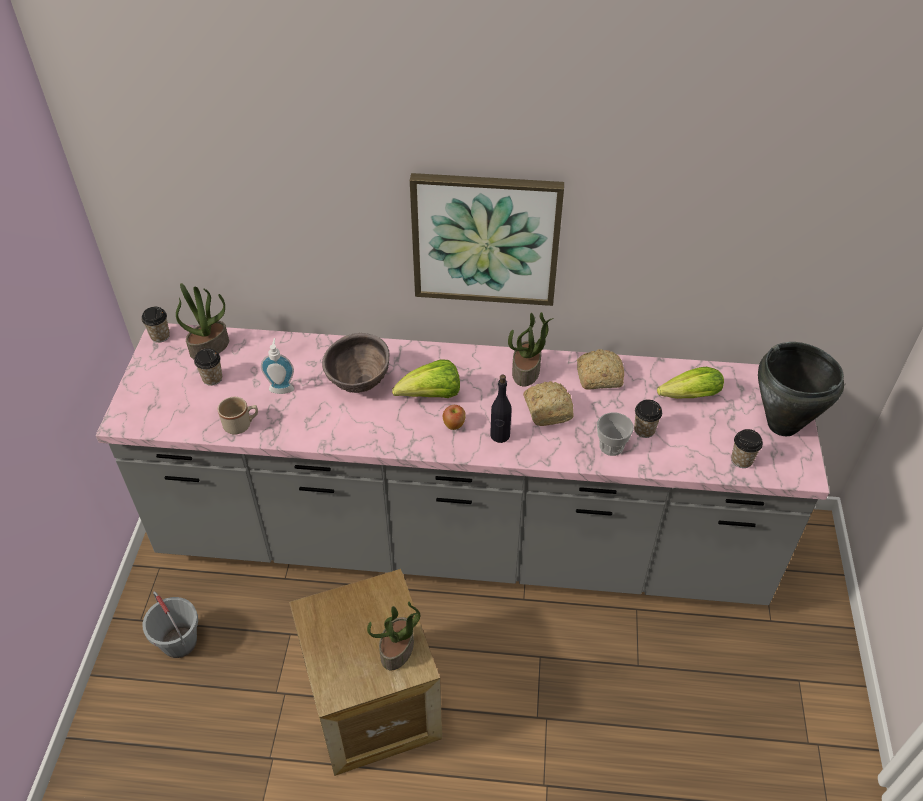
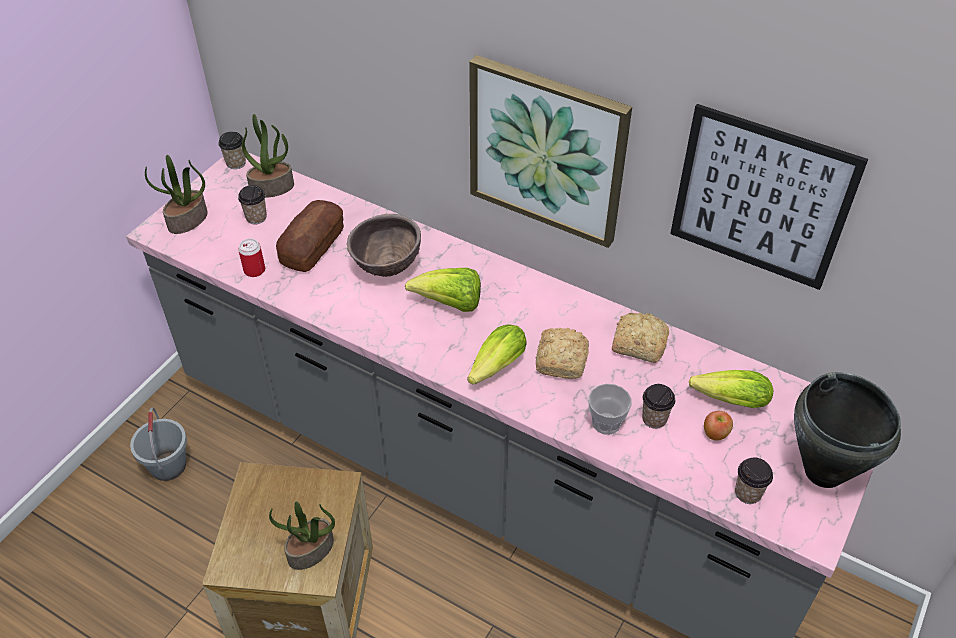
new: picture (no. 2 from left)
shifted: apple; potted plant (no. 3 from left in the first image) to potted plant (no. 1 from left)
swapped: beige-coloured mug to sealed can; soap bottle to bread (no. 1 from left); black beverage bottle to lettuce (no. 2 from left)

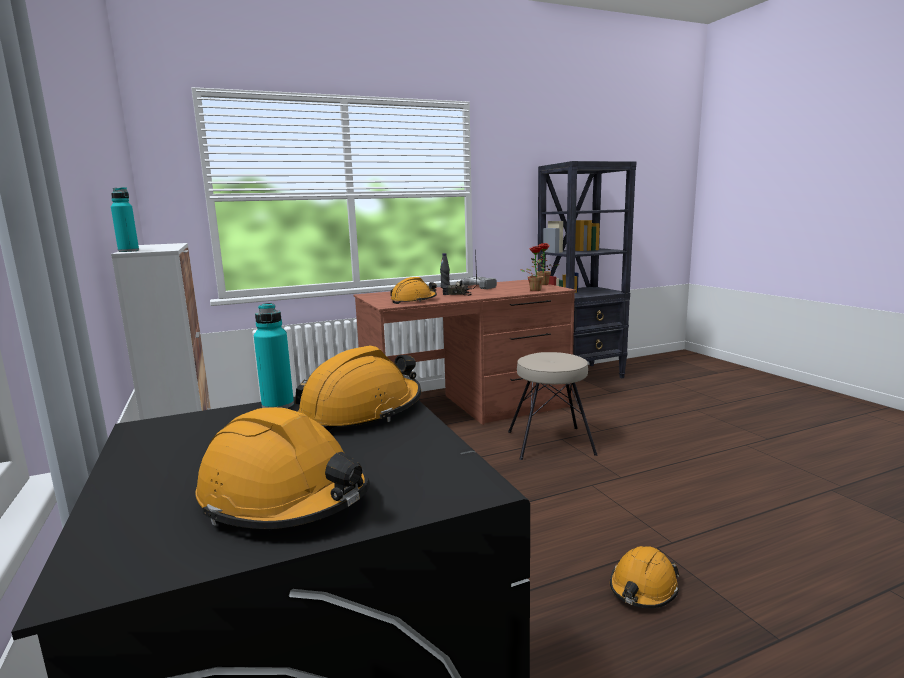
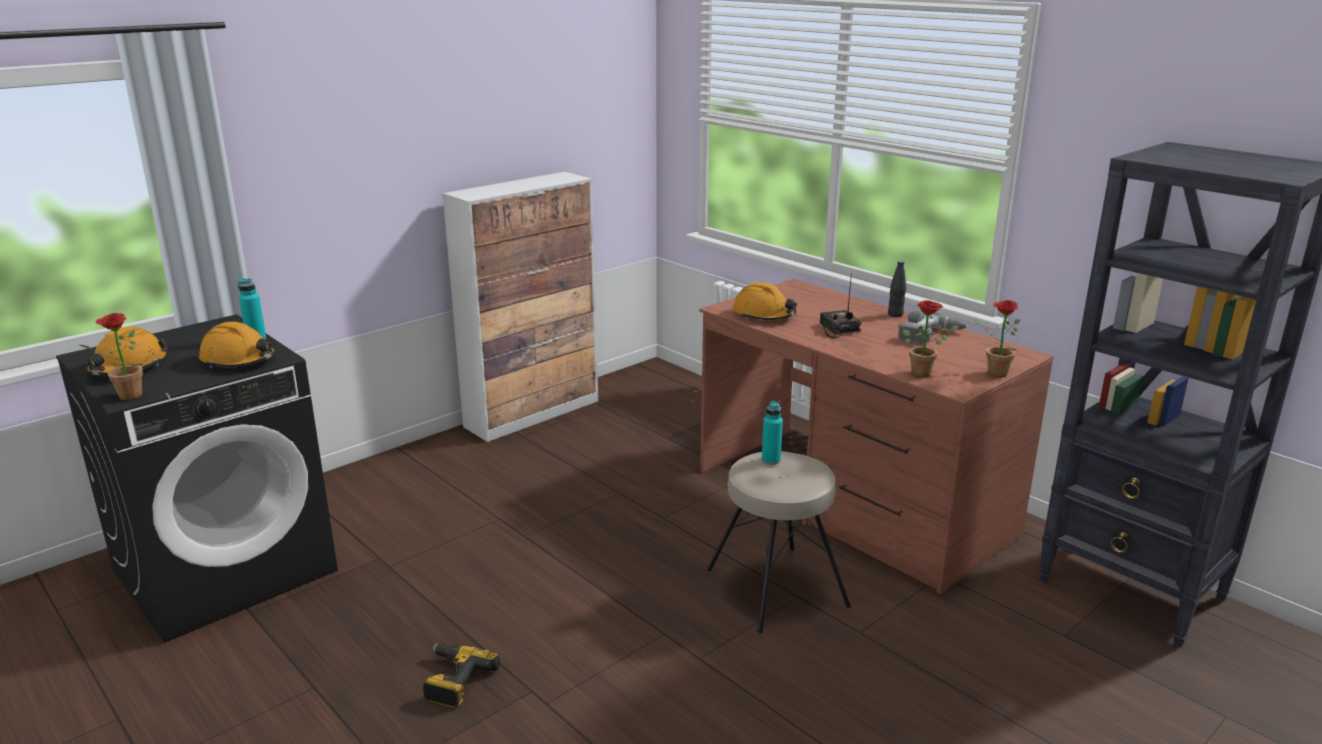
new: potted plant (no. 1 from left)
shifted: turquoise beverage bottle (no. 1 from left in the first image) to turquoise beverage bottle (no. 2 from left)
swapped: orangey safety helmet (no. 4 from left) to electric drill (no. 1 from left)

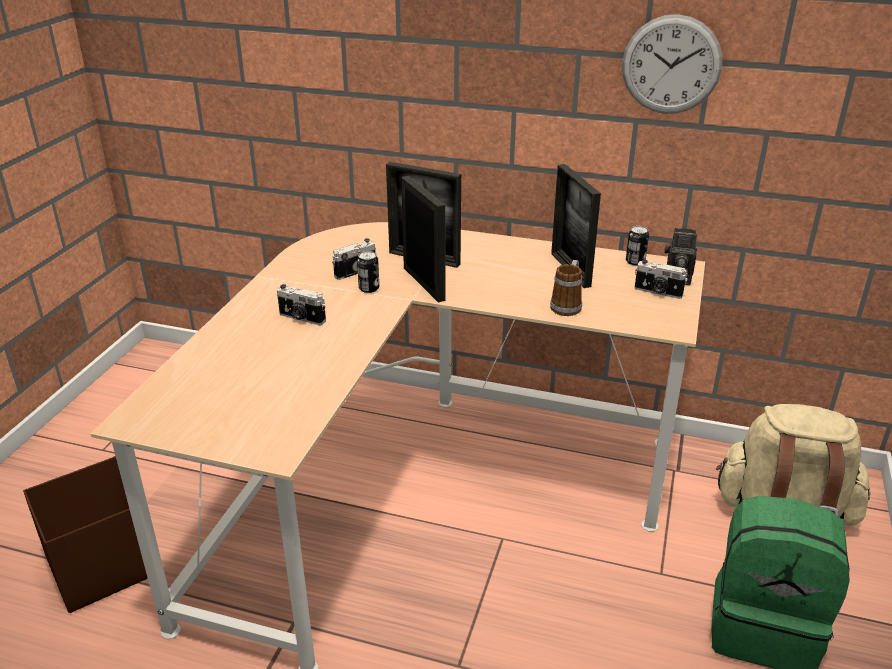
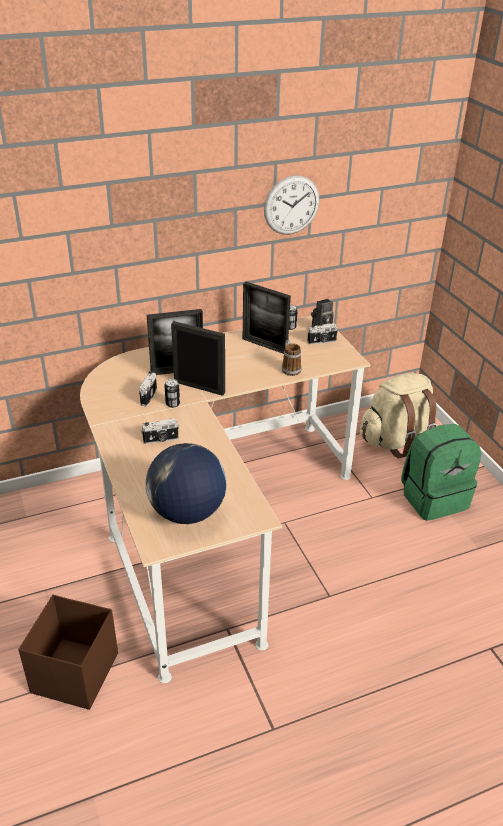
new: desk globe

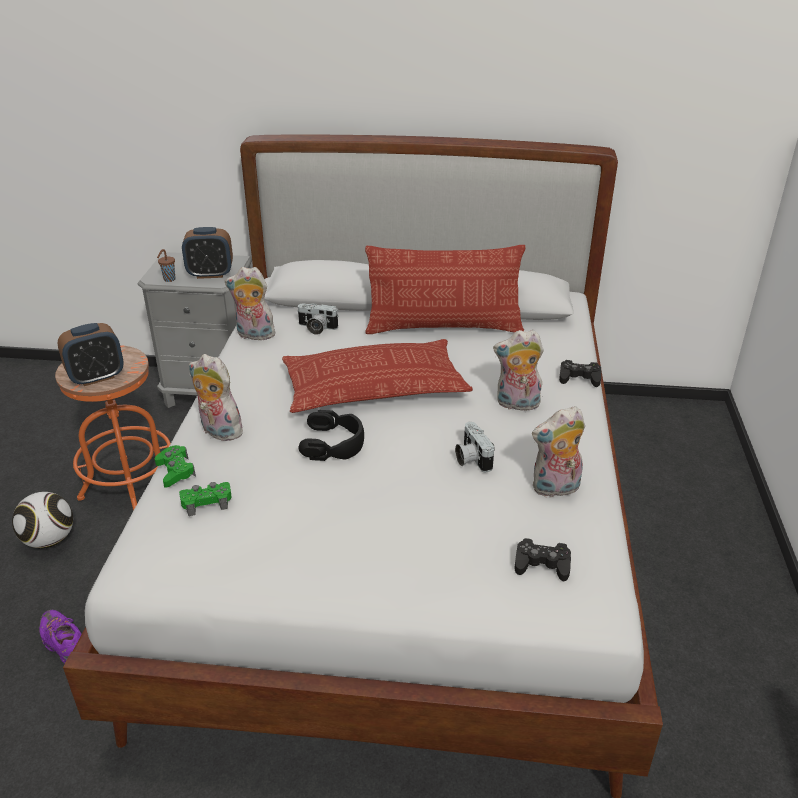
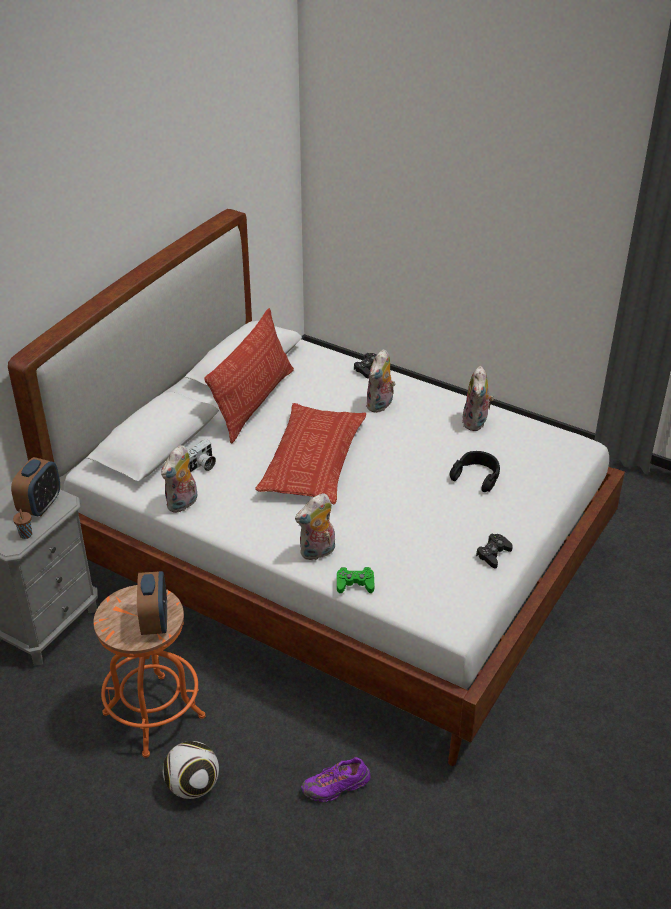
gone: greenish gamepad (no. 2 from left); still camera (no. 2 from left)
shifted: black headset; black gamepad (no. 1 from left in the first image) to black gamepad (no. 2 from left)

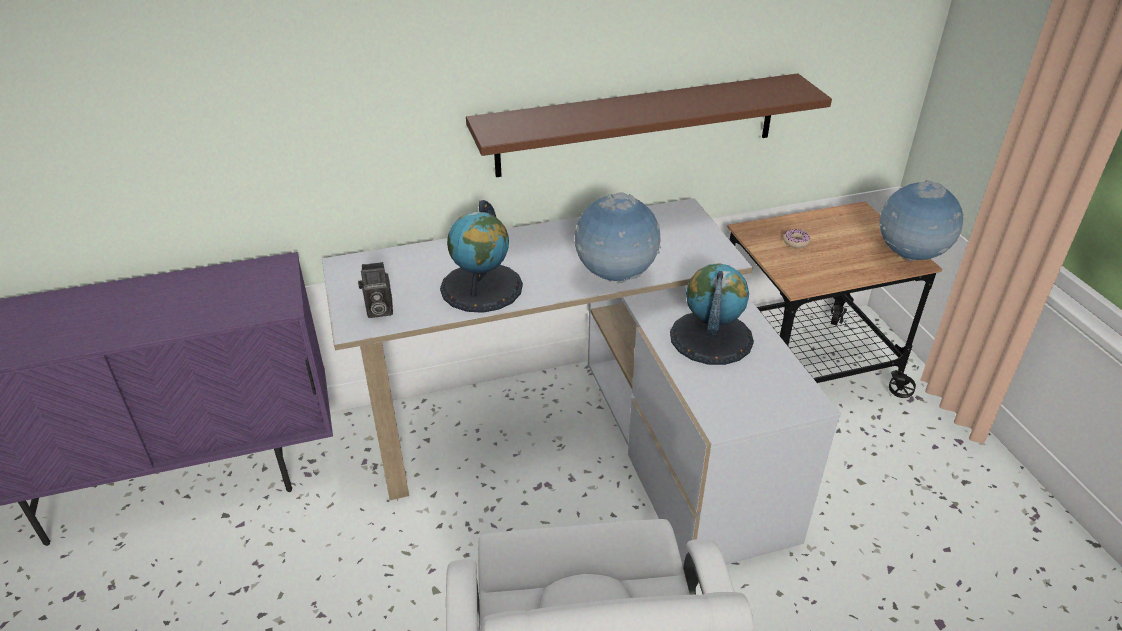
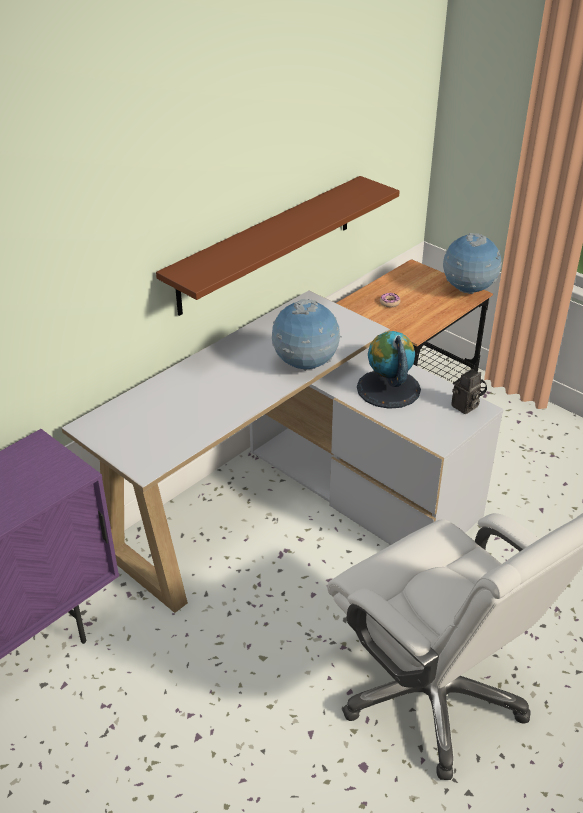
gone: desk globe (no. 1 from left)
shifted: still camera

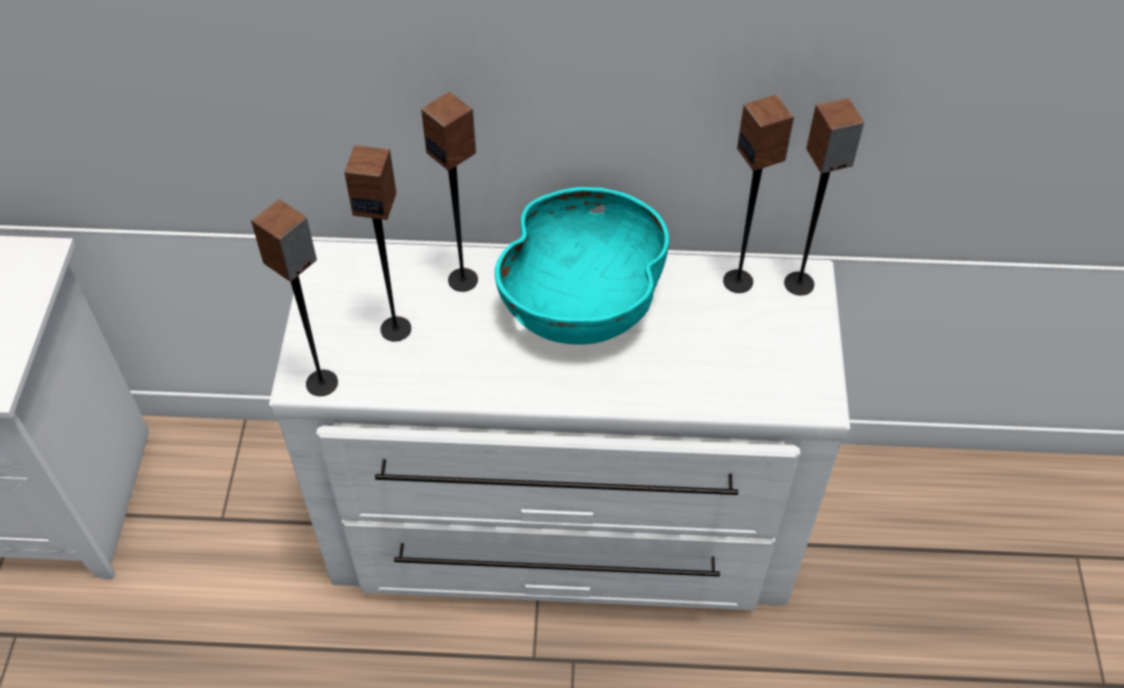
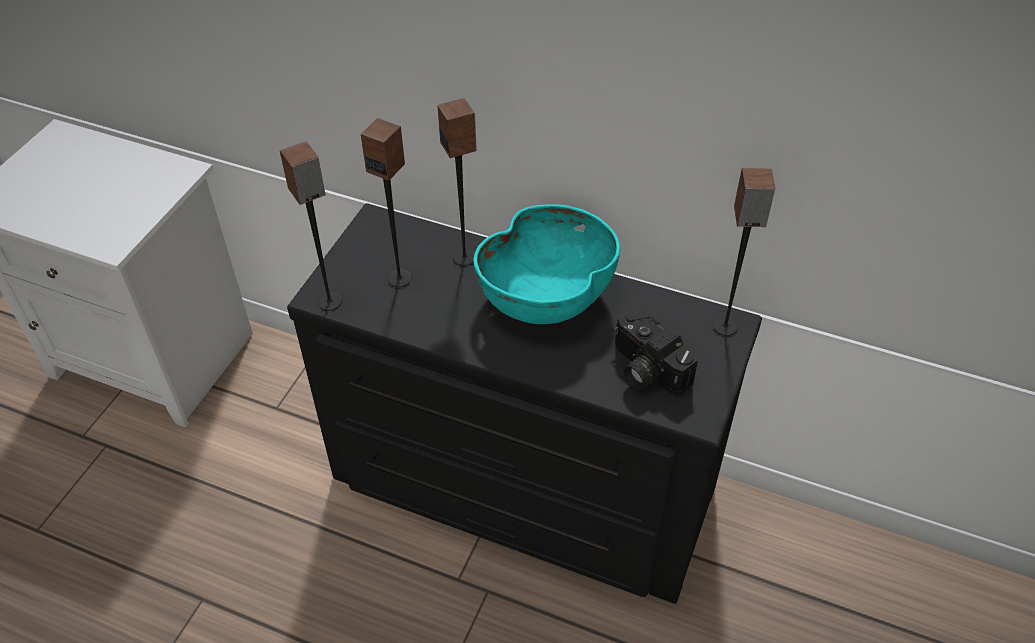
gone: loudspeaker (no. 4 from left)
new: still camera
repainted: white chest of drawers to black chest of drawers

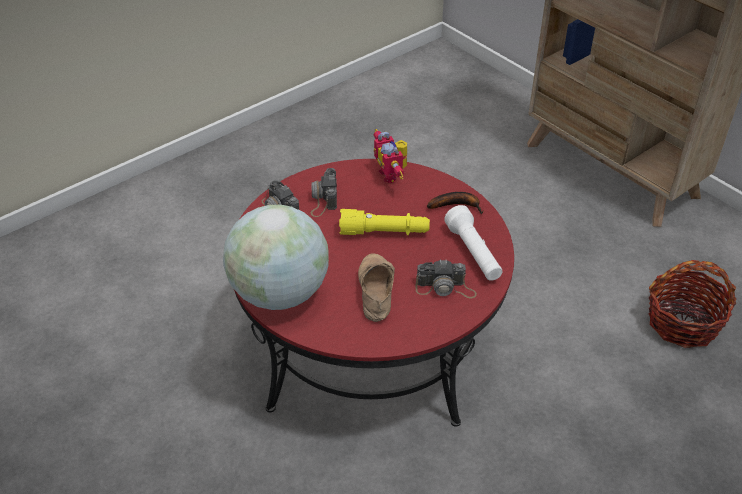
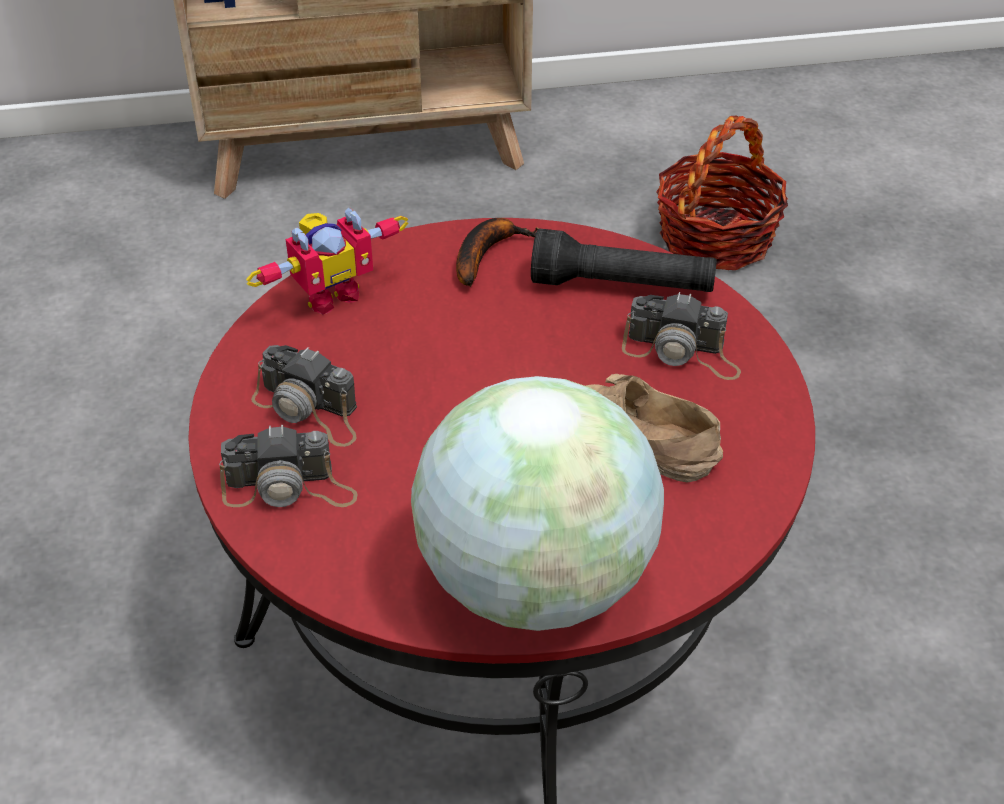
gone: yellowish flashlight
repainted: white flashlight to black flashlight
rotated: robot figure 45 degrees counterclockwise; still camera (no. 3 from left) 75 degrees clockwise

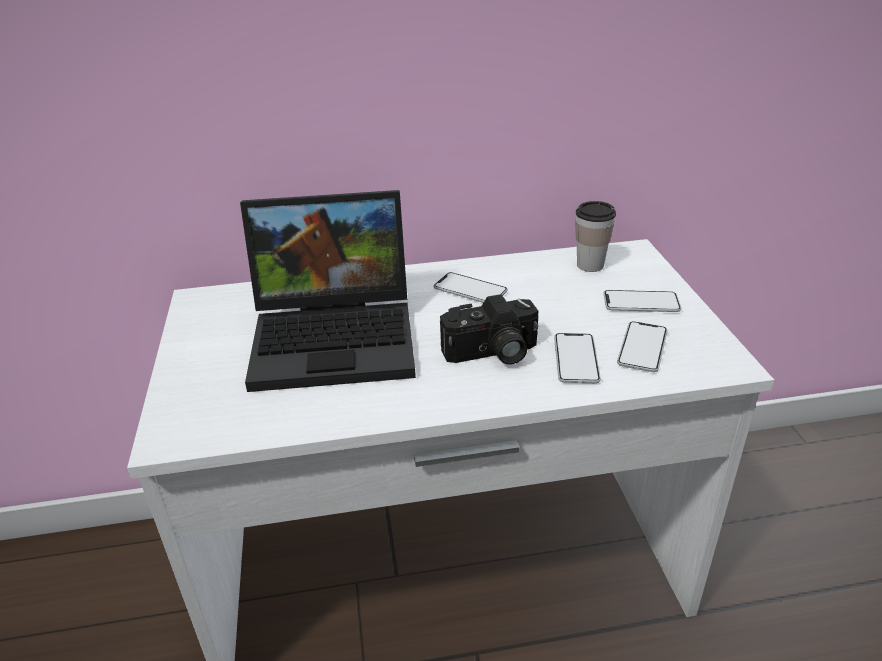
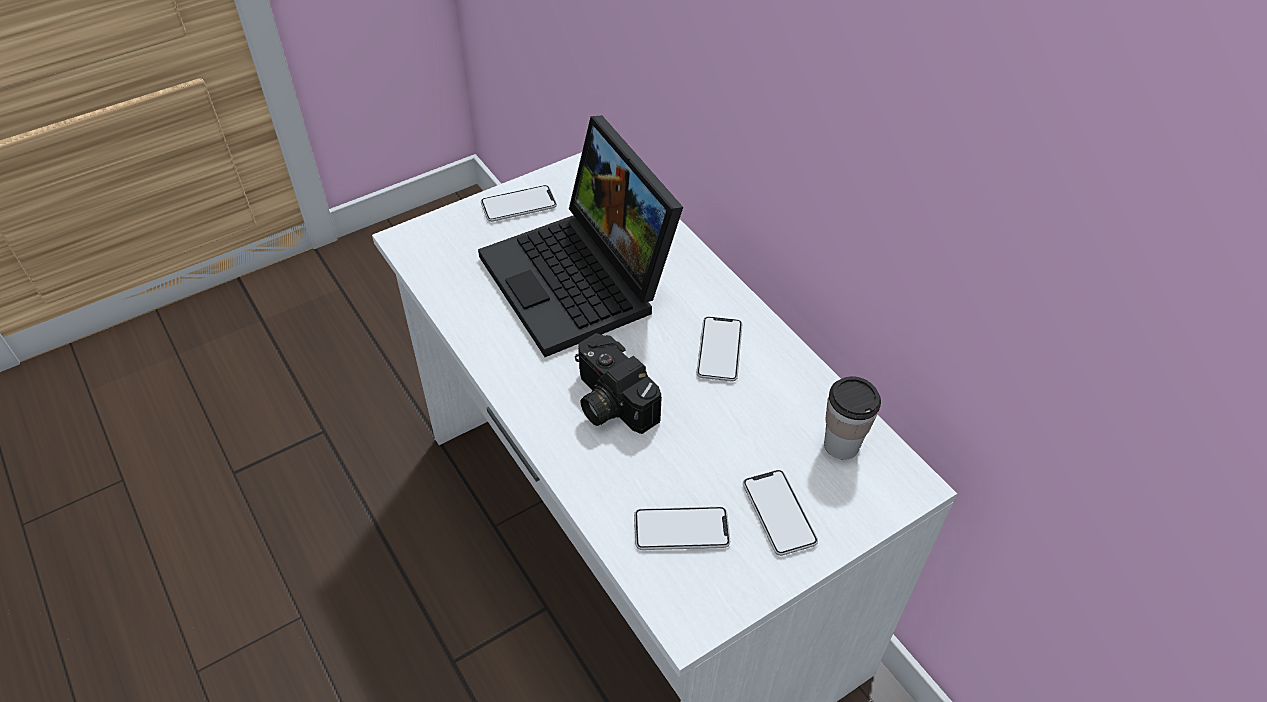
shifted: phone (no. 2 from left in the first image) to phone (no. 1 from left)

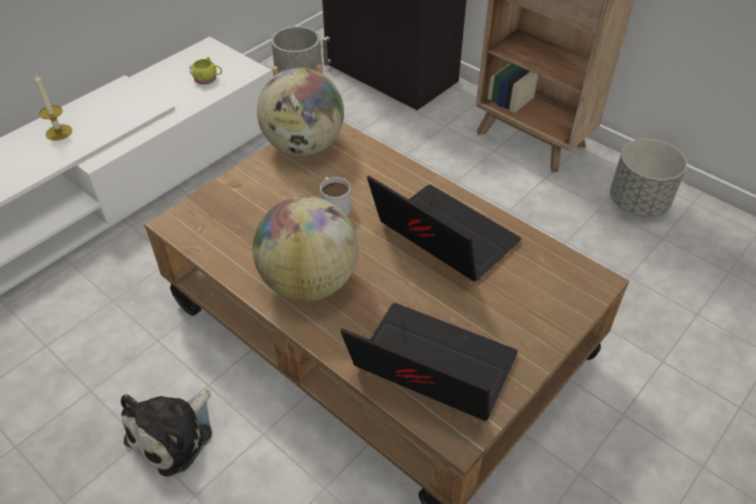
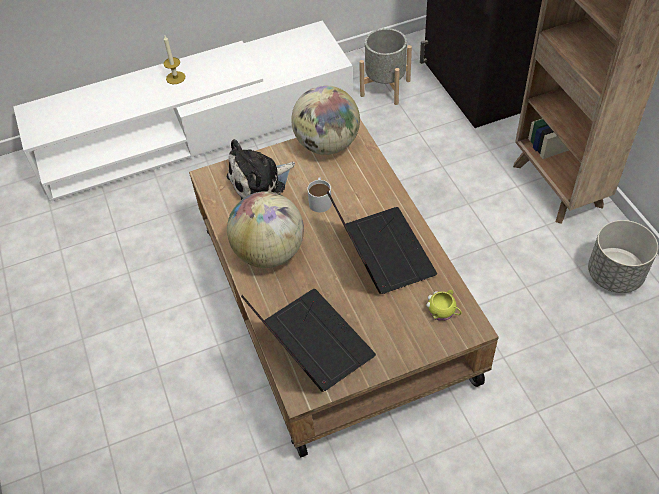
shifted: soft toy; yellowish mug

